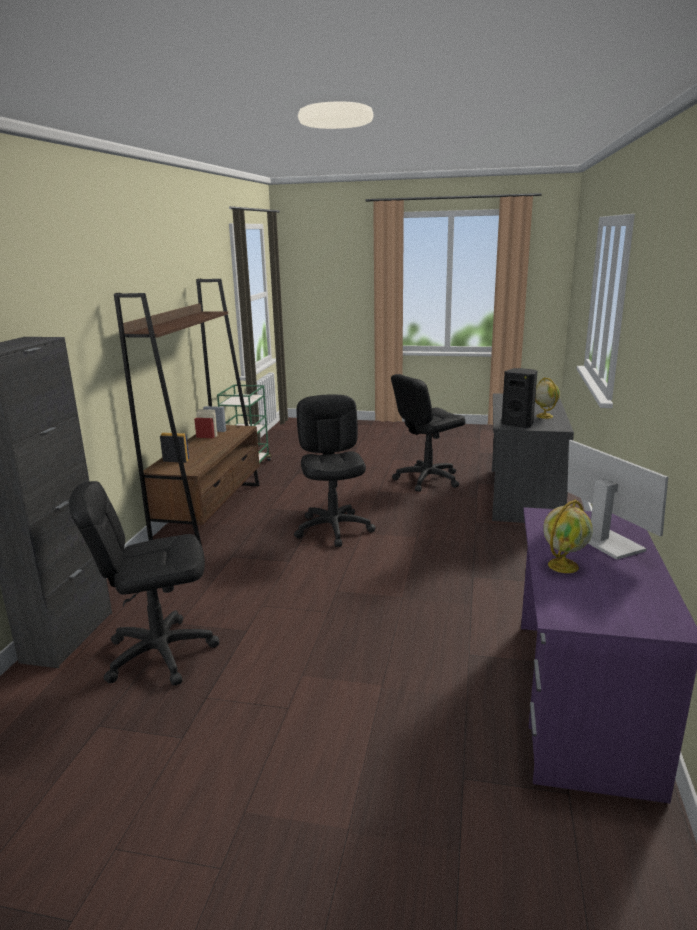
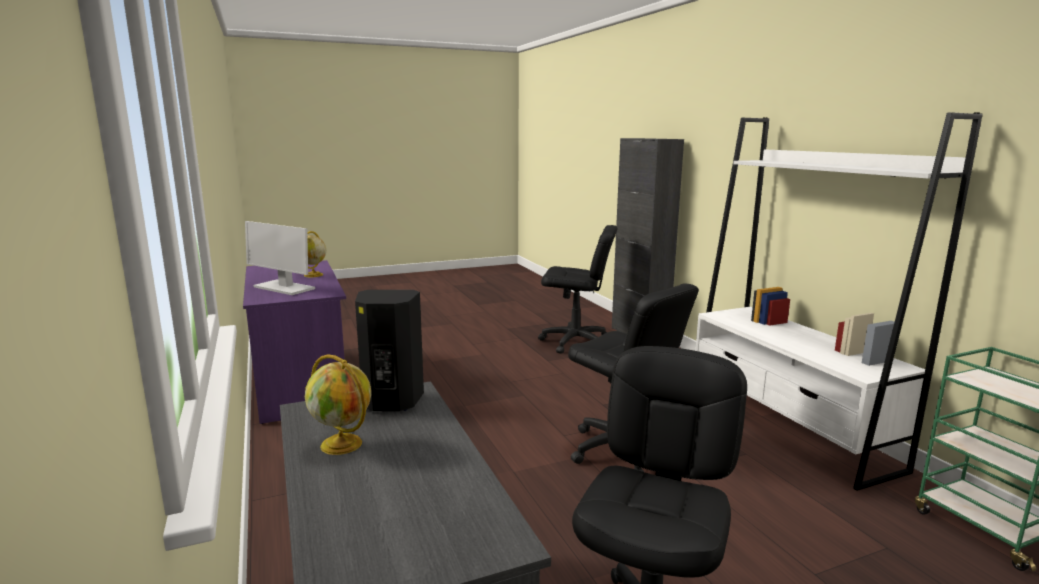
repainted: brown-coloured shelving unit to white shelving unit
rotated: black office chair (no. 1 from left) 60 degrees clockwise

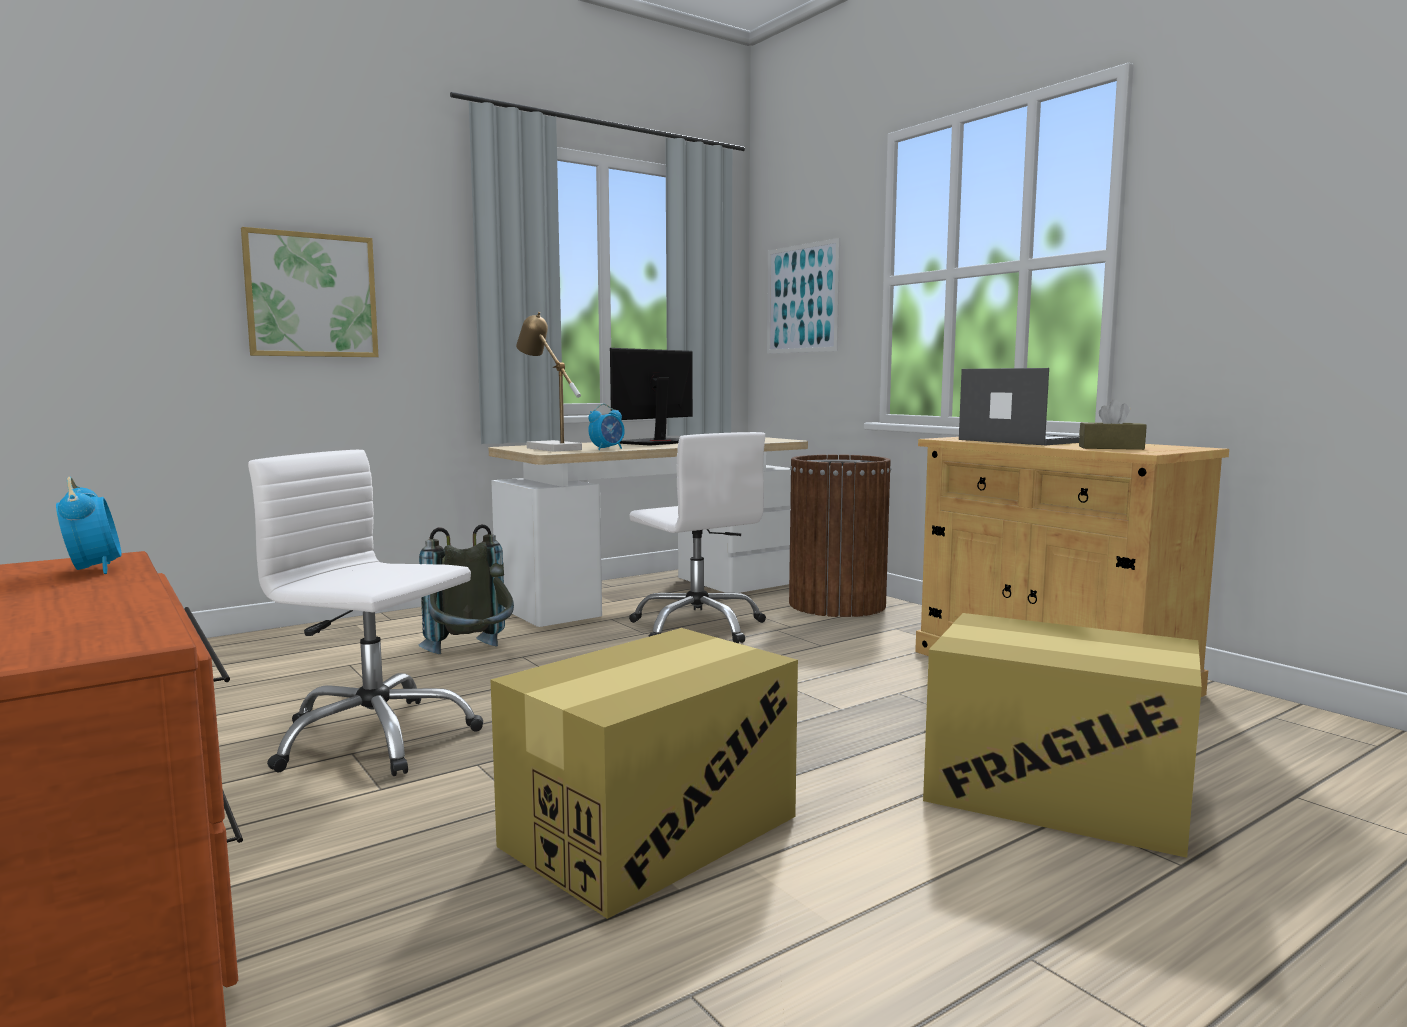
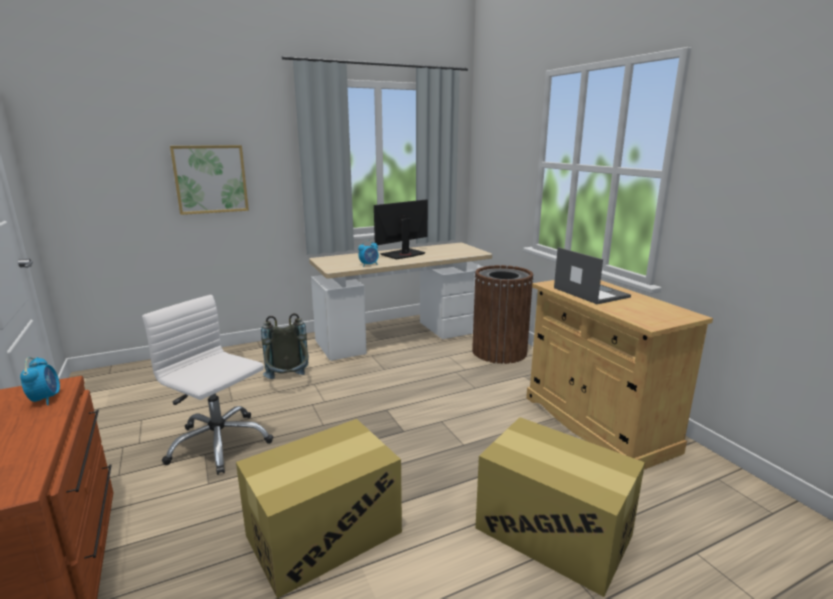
gone: table lamp; white office chair (no. 2 from left); picture (no. 2 from left); brown-coloured tissue box

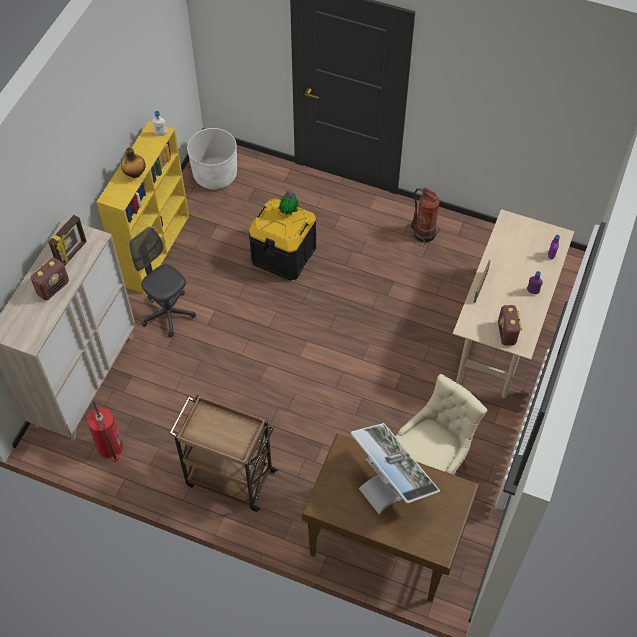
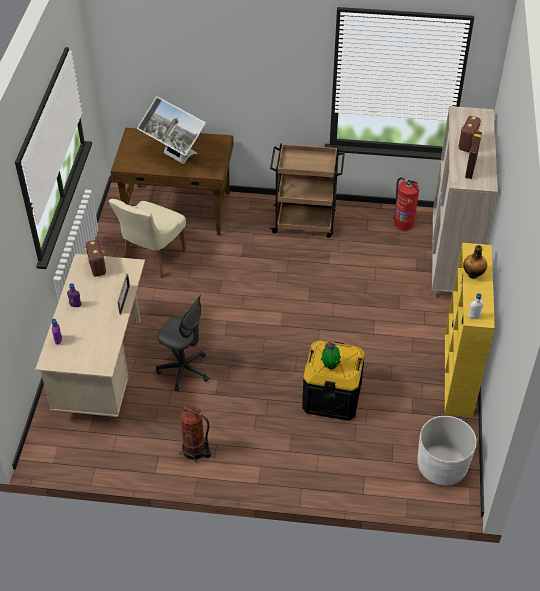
shifted: greyish office chair

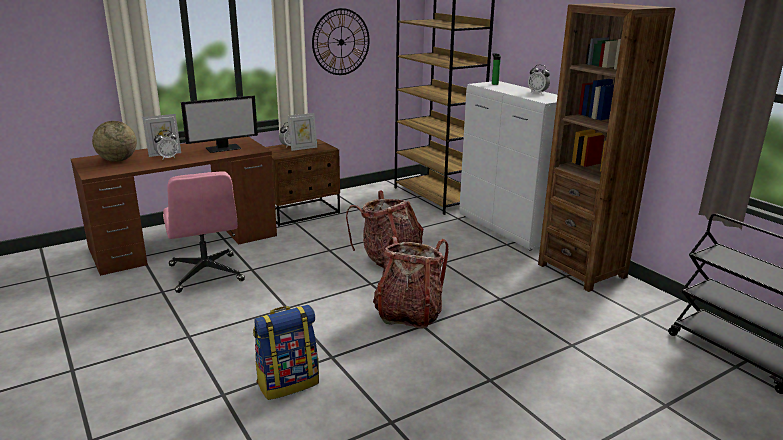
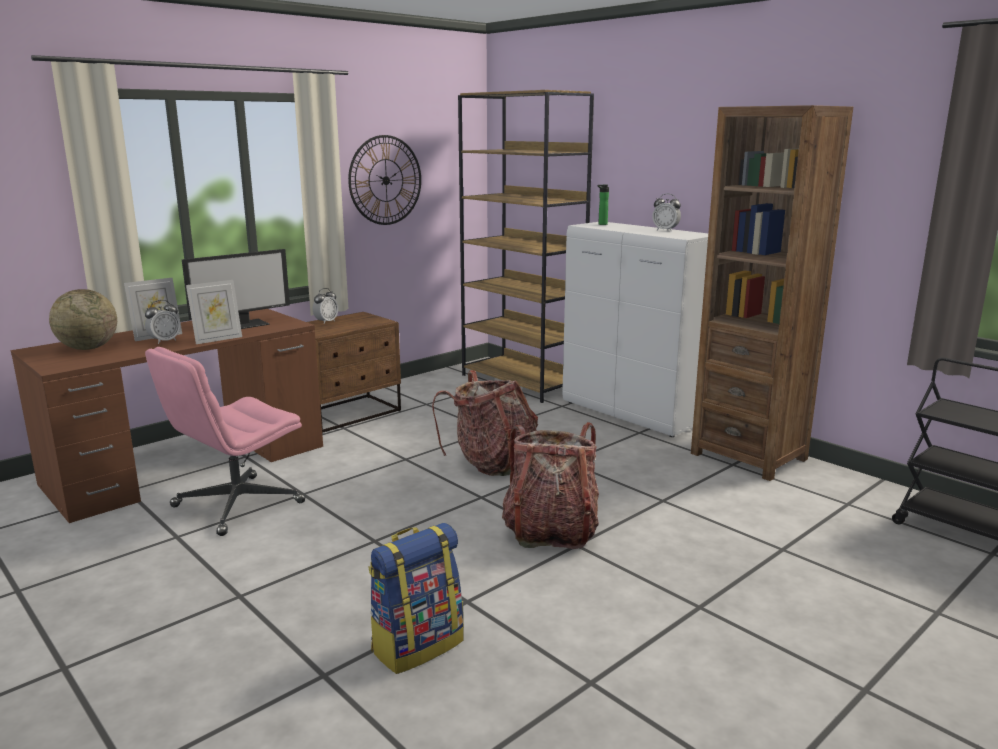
shifted: standing frame (no. 2 from left)
rotated: pink office chair 75 degrees clockwise

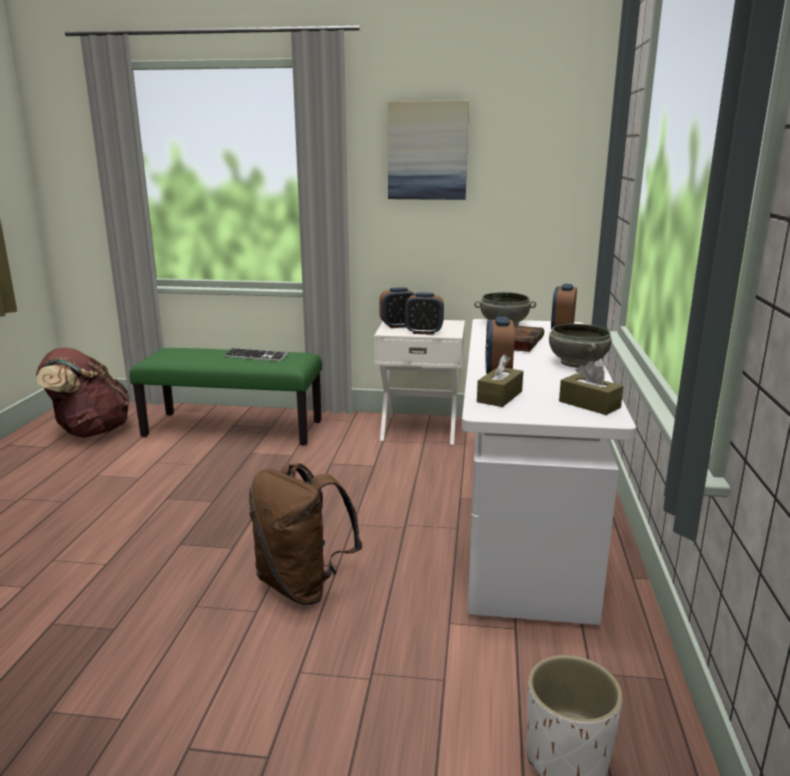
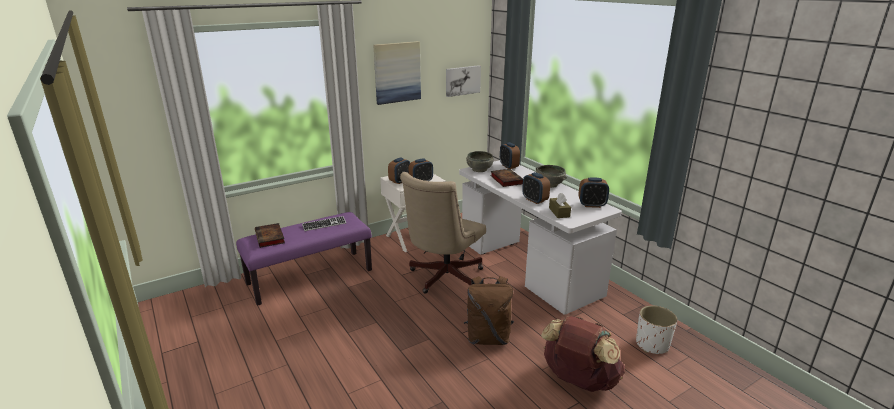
new: volume (no. 1 from left); beige-coloured office chair; picture (no. 2 from left)
shifted: brown-coloured knapsack (no. 1 from left in the first image) to brown-coloured knapsack (no. 2 from left)
swapped: brown-coloured tissue box (no. 2 from left) to table clock (no. 5 from left)
repainted: greenish long seat to purplish long seat

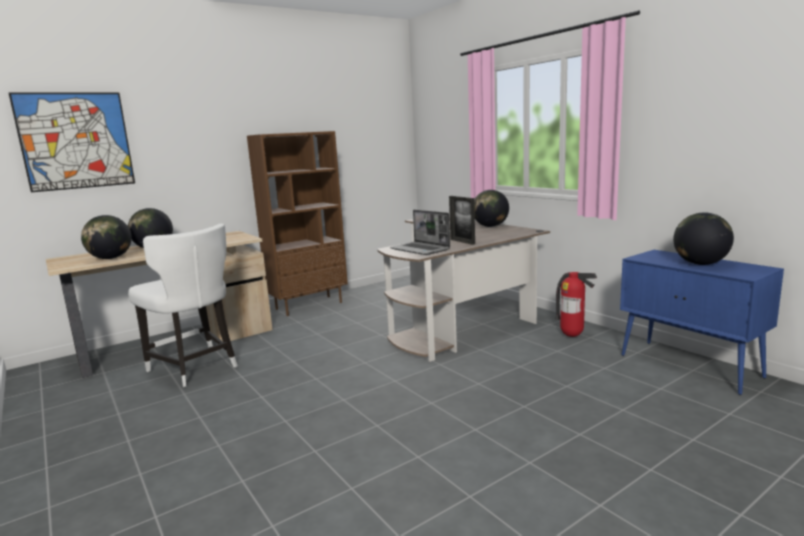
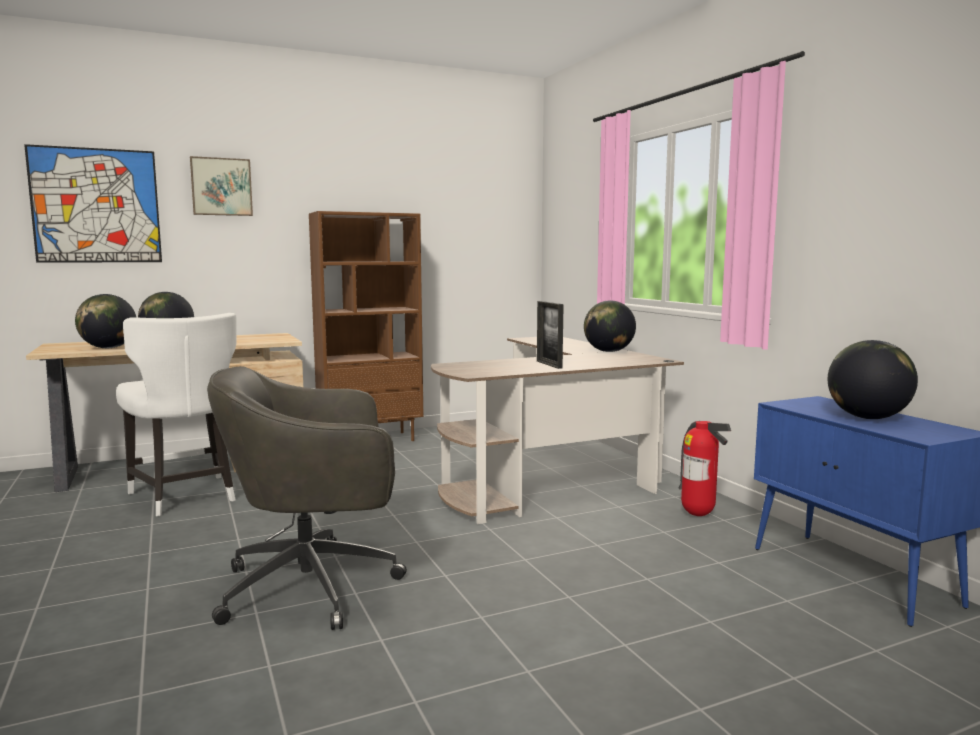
gone: laptop
new: picture (no. 2 from left); greyish office chair

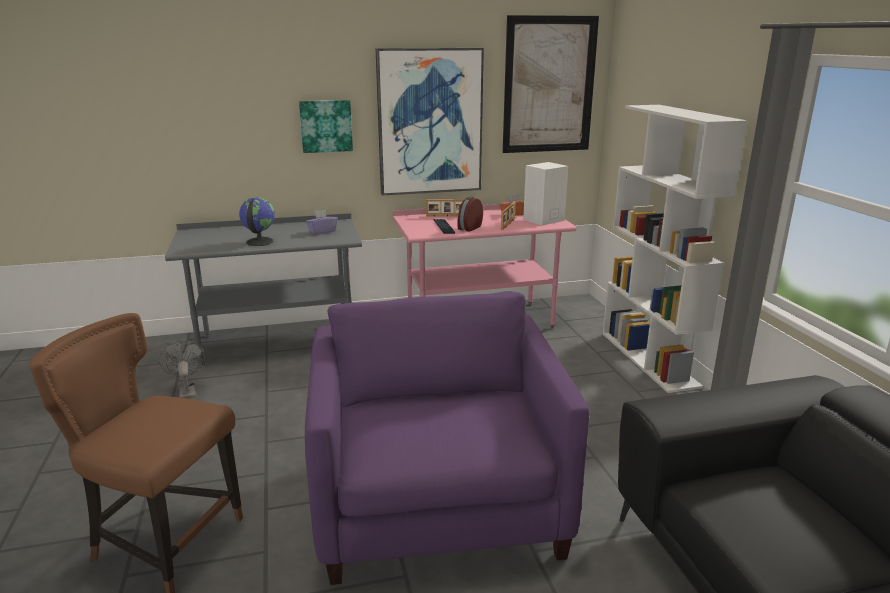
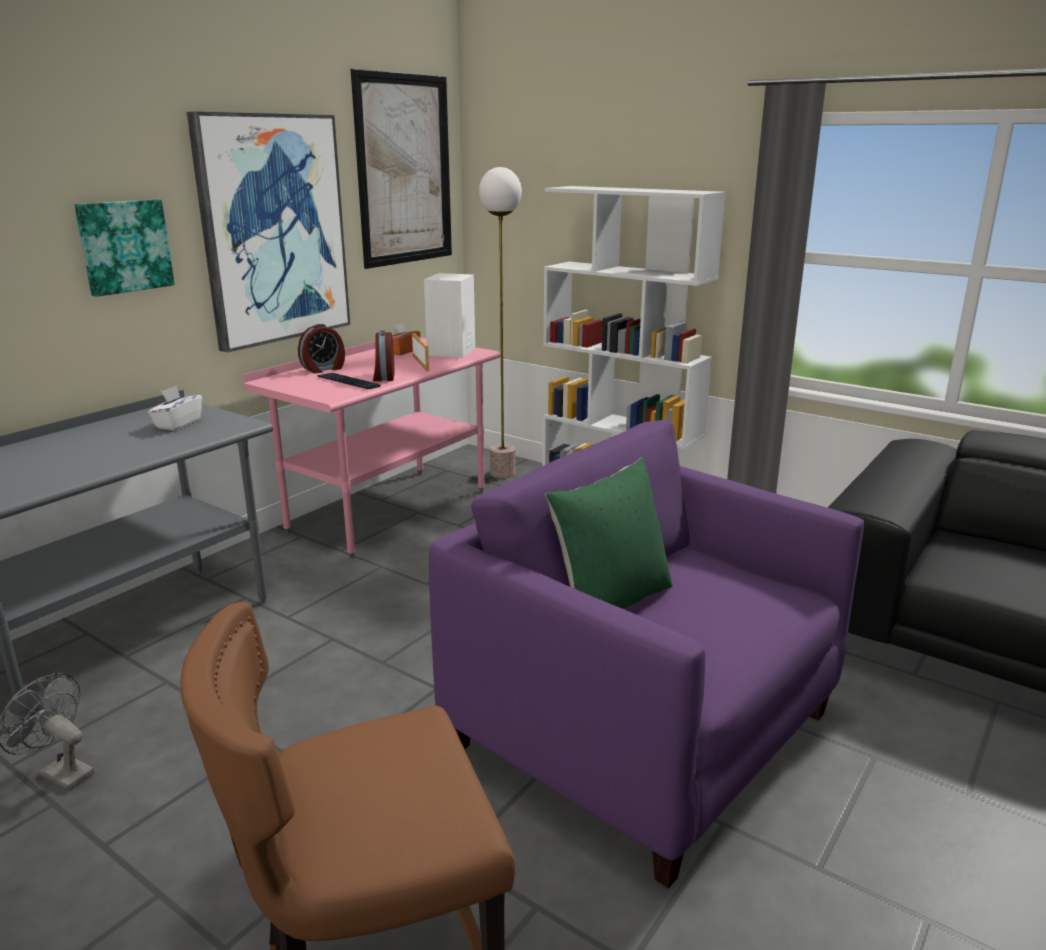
gone: desk globe
new: floor lamp; greenish cushion
swapped: standing frame (no. 1 from left) to table clock (no. 1 from left)
repainted: purplish tissue box to white tissue box

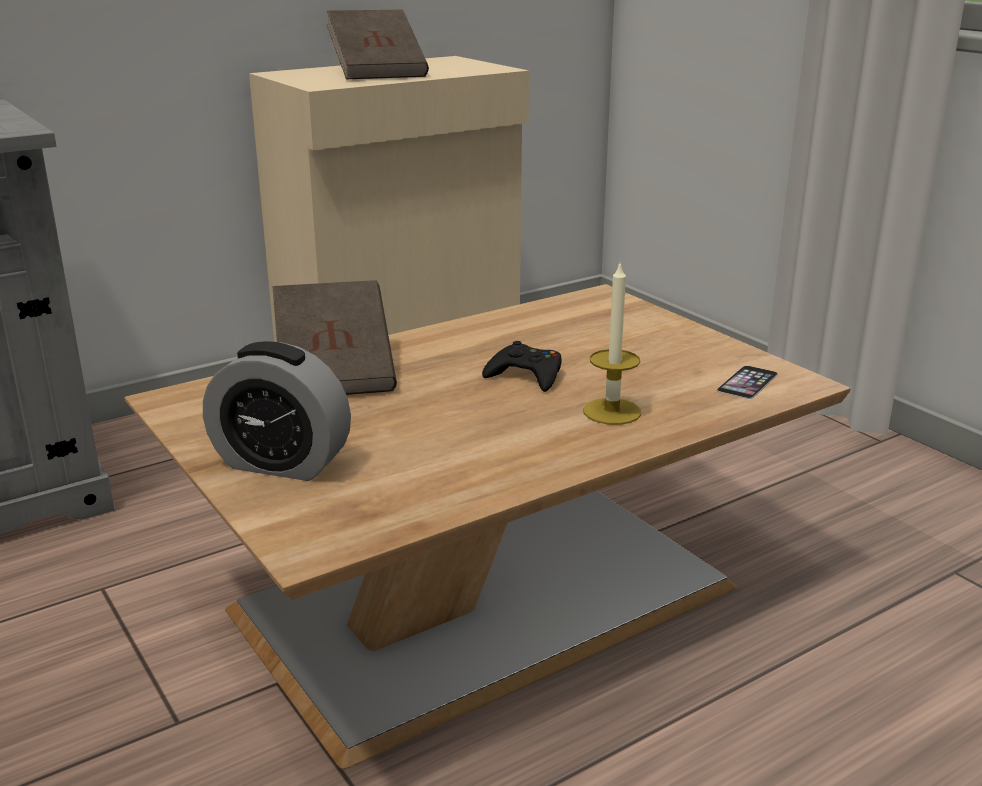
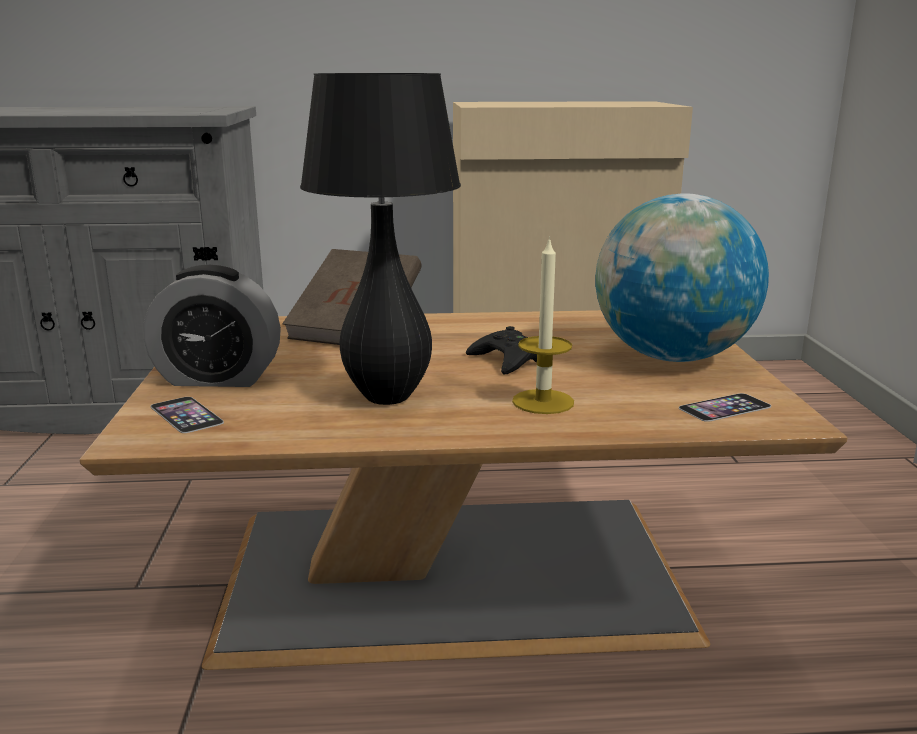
gone: brown-coloured volume (no. 2 from left)
new: phone (no. 1 from left); black table lamp; desk globe
rotated: table clock 45 degrees counterclockwise

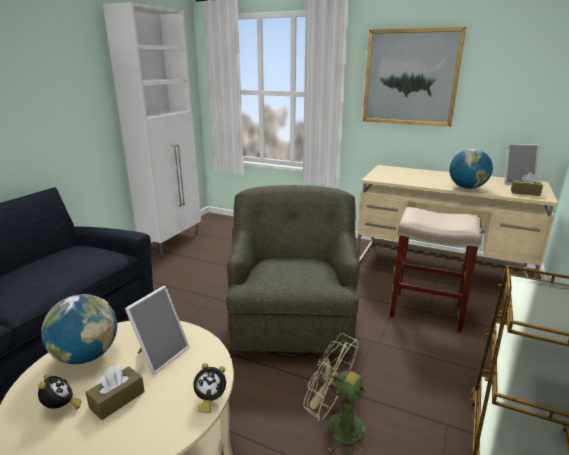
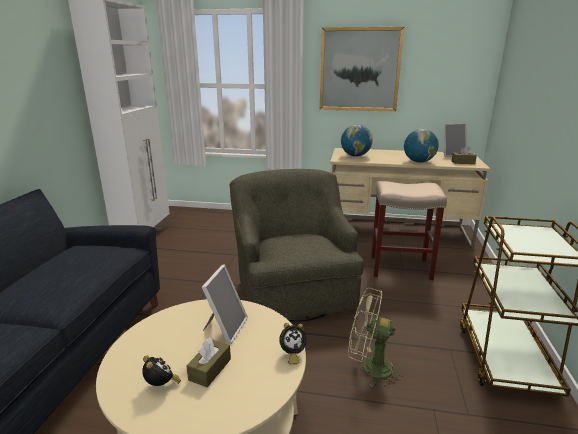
shifted: desk globe (no. 1 from left)

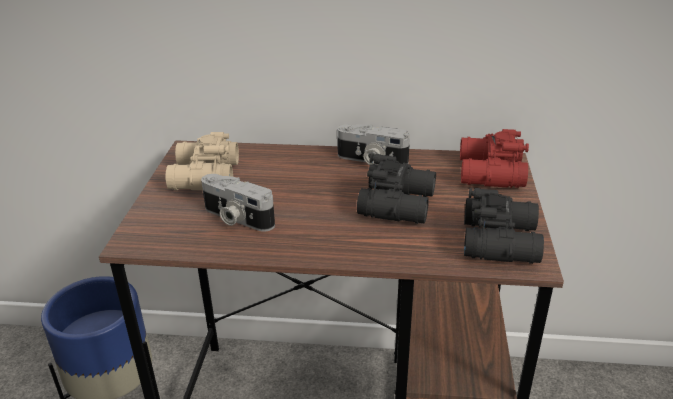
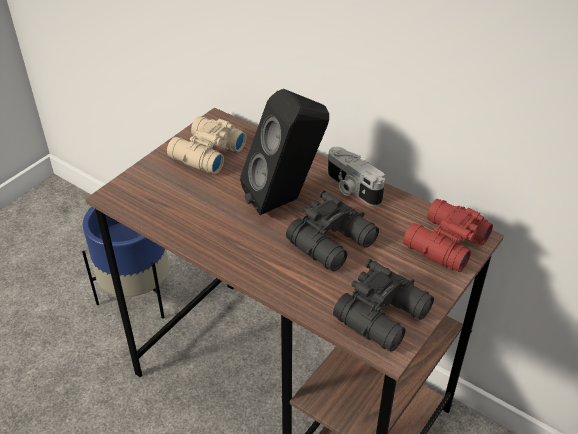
gone: still camera (no. 1 from left)
new: black loudspeaker

